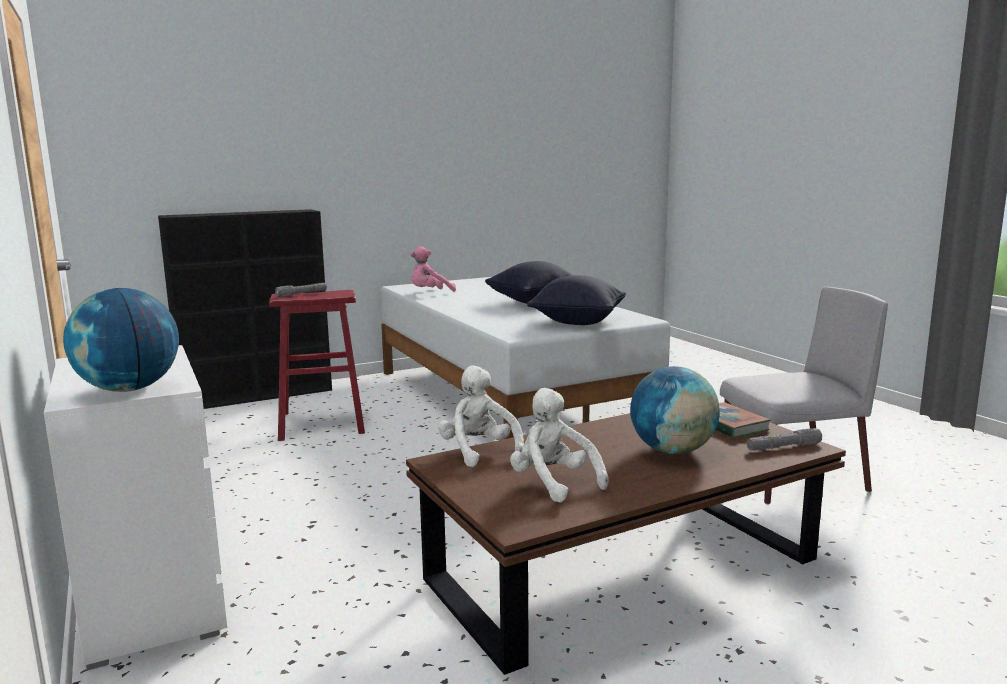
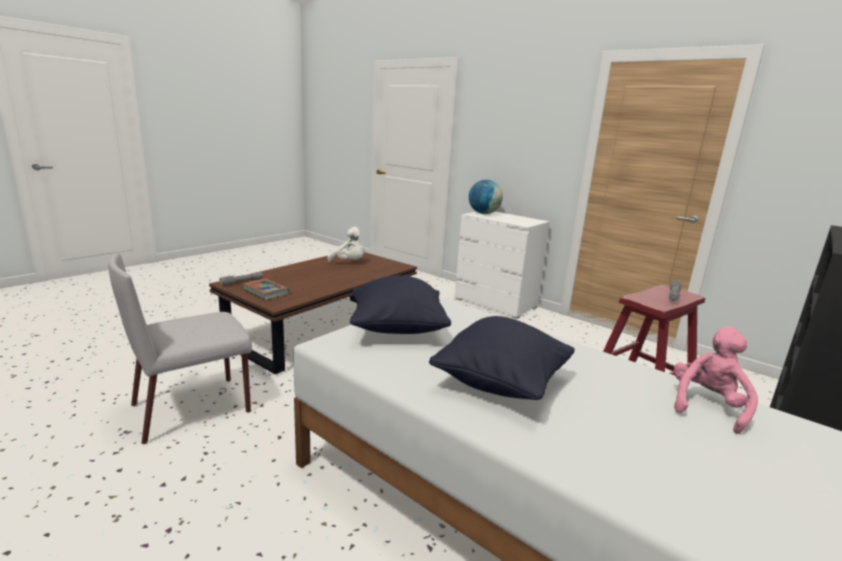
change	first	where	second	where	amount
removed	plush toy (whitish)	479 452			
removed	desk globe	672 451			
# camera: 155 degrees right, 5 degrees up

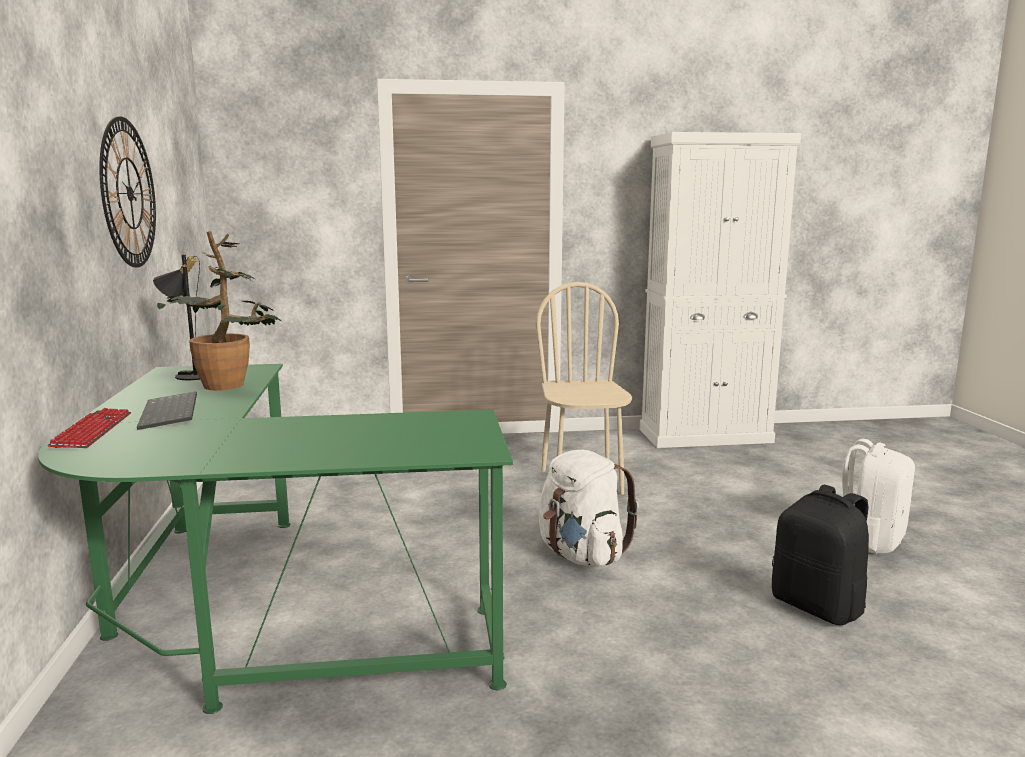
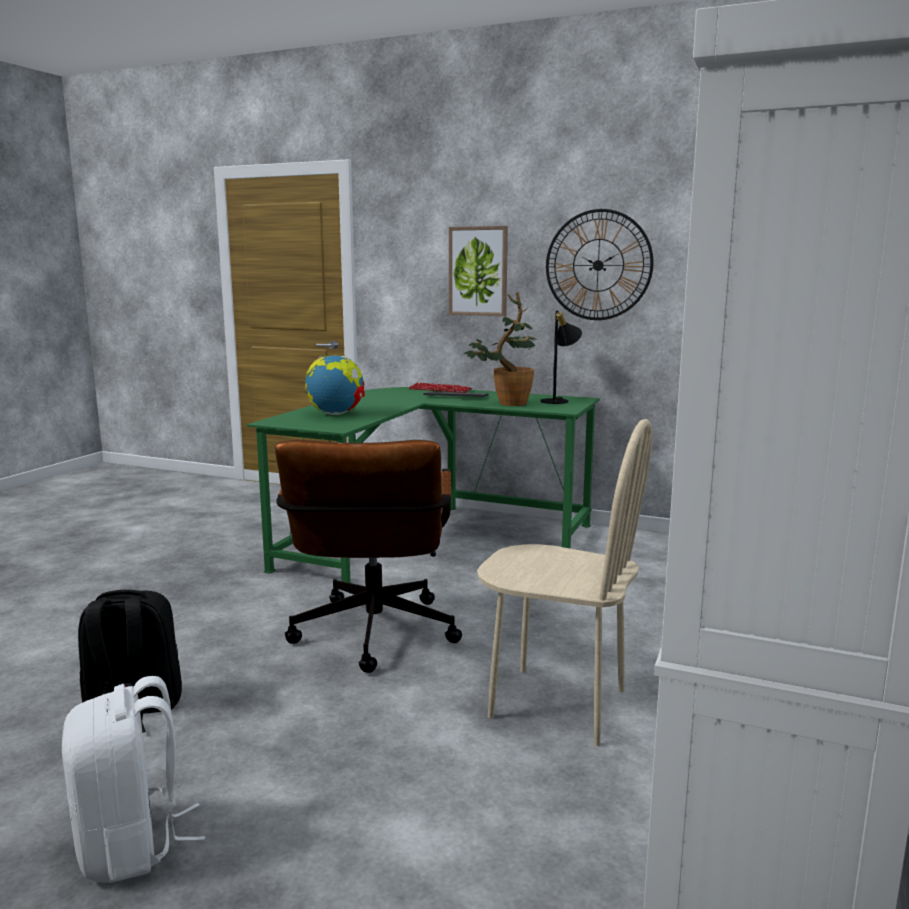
change	first	where	second	where	amount
replaced	knapsack (whitish)	581 555	office chair (brown)	373 639	
added			wall art	478 271	
added			desk globe	336 414	
# camera: 120 degrees right, 0 degrees up

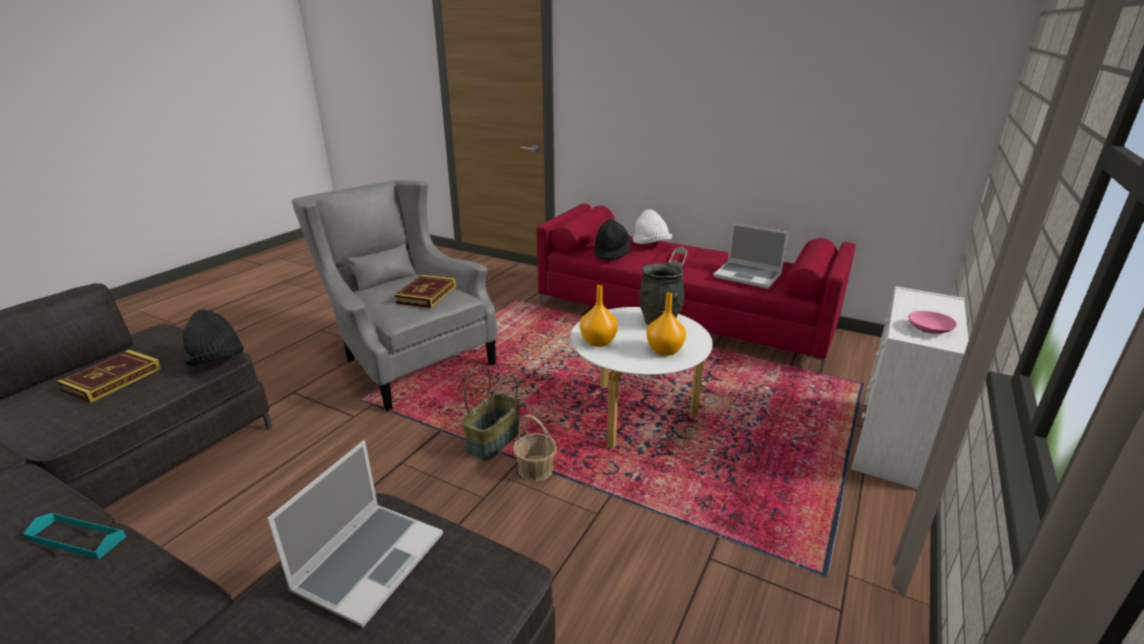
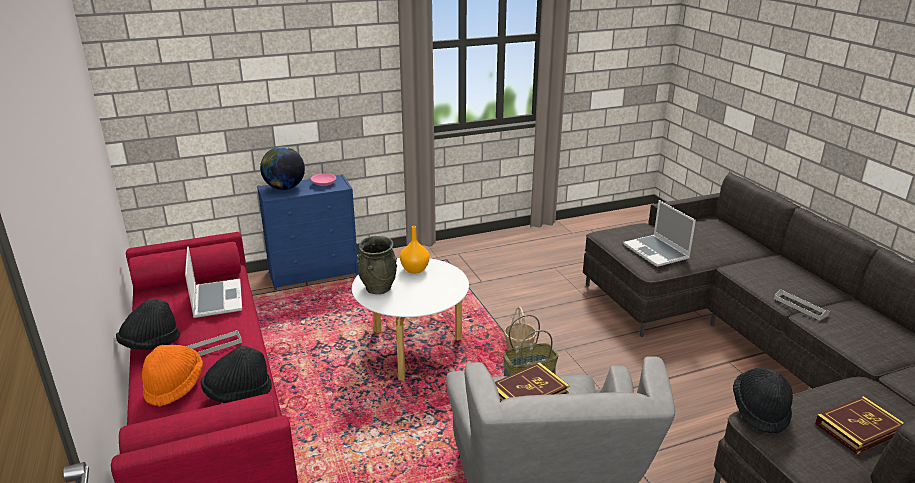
change	first	where	second	where	amount
recoloured	clothing hat (whitish)	651 245	clothing hat (orangey)	174 386	
removed	flower vase (orangey)	599 342			
recoloured	chest of drawers (whitish)	890 443	chest of drawers (blue-coloured)	314 272	
turned	notebook computer	369 561		657 252	90 degrees counterclockwise
recoloured	carrying tray (blue-green)	76 538	carrying tray (grey)	800 307	
added			desk globe	284 188	
added			clothing hat (black)	151 344	
# camera: 140 degrees left, 0 degrees up

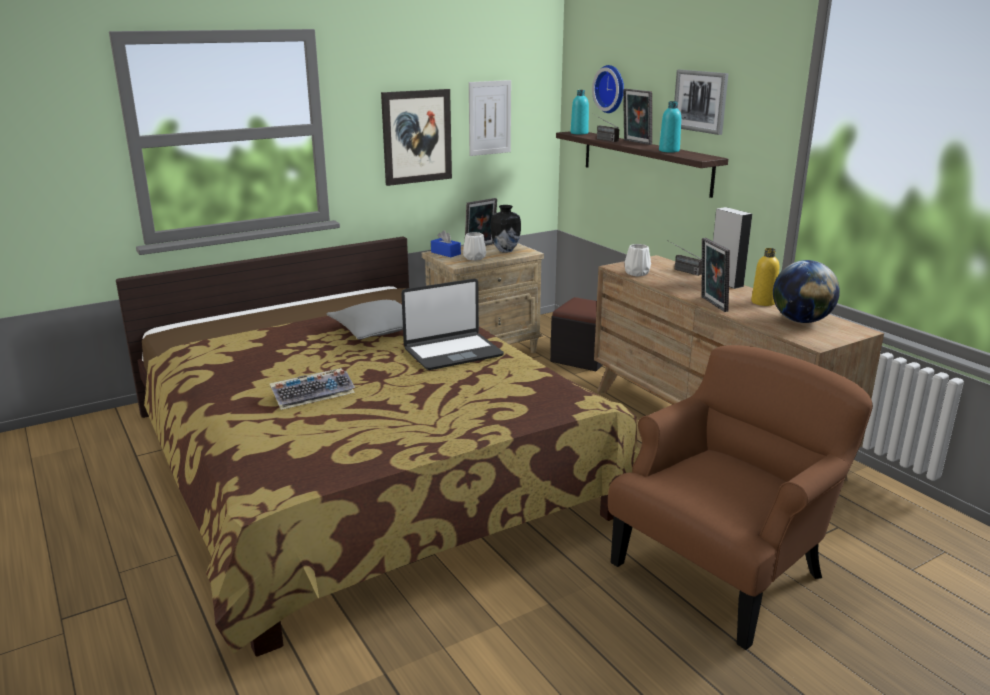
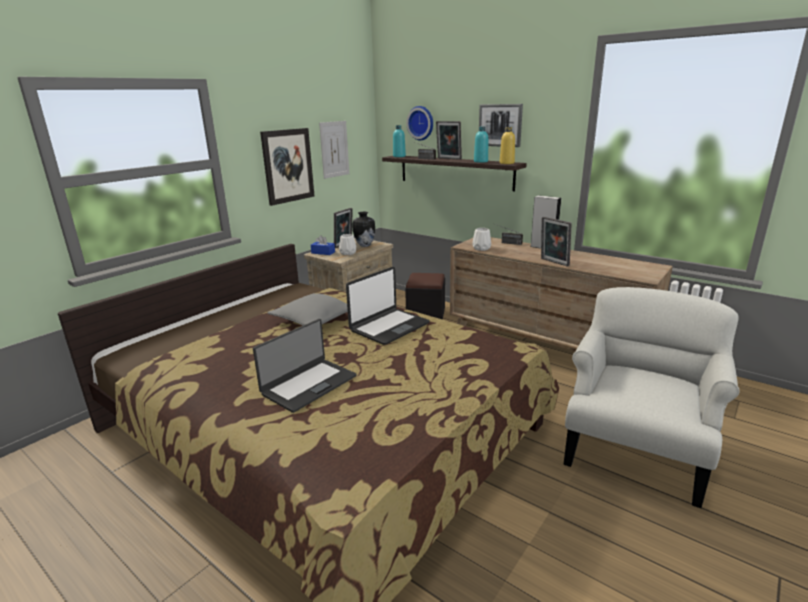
change	first	where	second	where	amount
moved	bottle (yellow)	763 302		506 163	
removed	desk globe	801 321			
recoloured	armchair (brown)	723 569	armchair (whitish)	635 449	
replaced	computer keyboard	313 394	notebook computer	308 384	
# camera: 20 degrees left, 0 degrees up

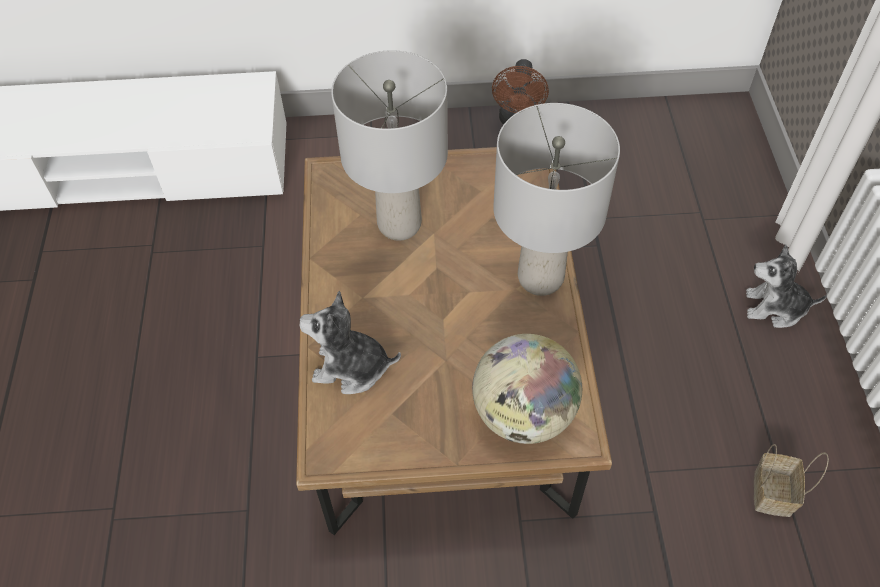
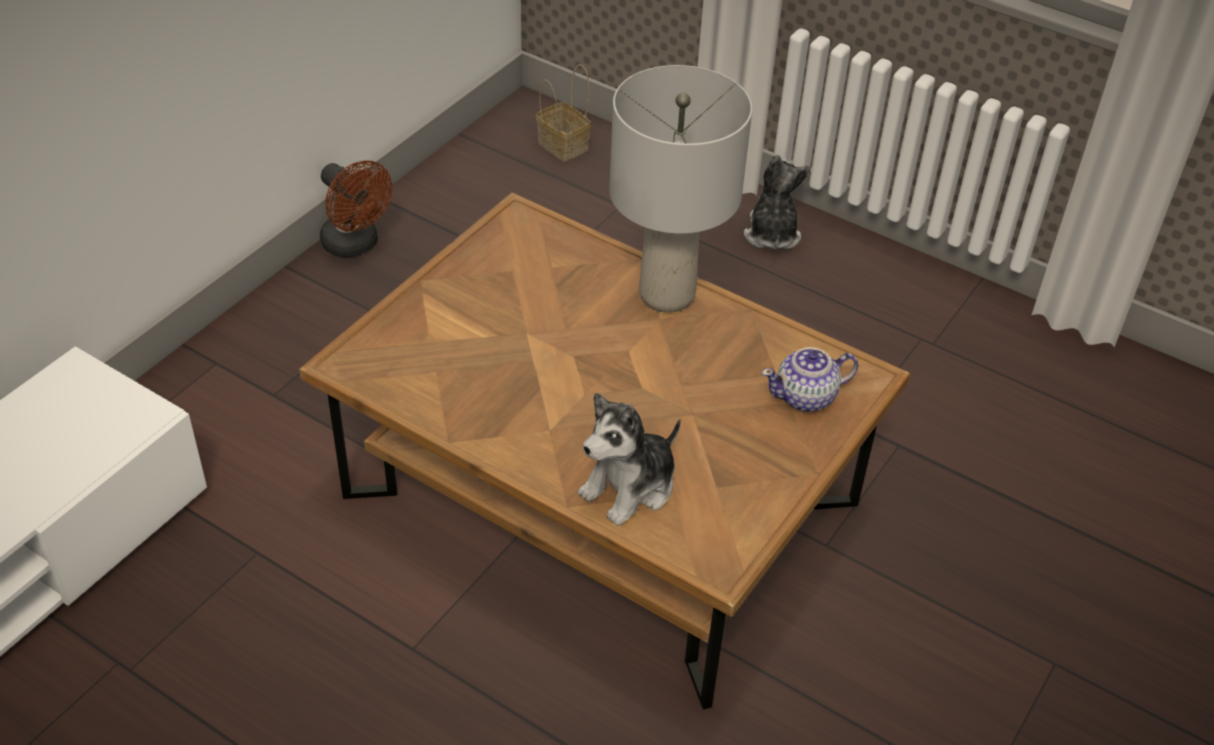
change	first	where	second	where	amount
removed	lamp for a table (grey)	399 224			
turned	plush toy	775 308		771 234	135 degrees clockwise
replaced	desk globe	523 414	teapot	806 397	
moved	basket	773 494		564 146	
# camera: 55 degrees left, 10 degrees down

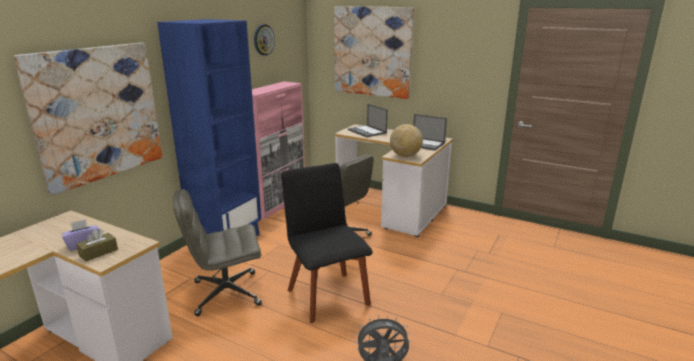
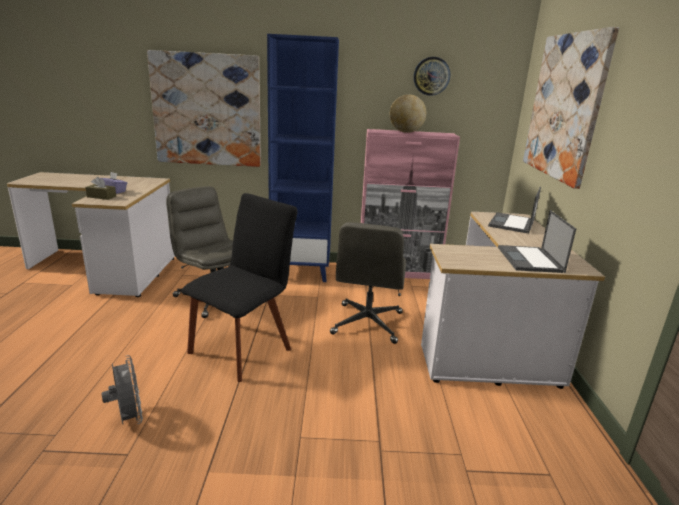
change	first	where	second	where	amount
moved	desk globe	405 156		406 132	
# camera: 60 degrees right, 0 degrees up

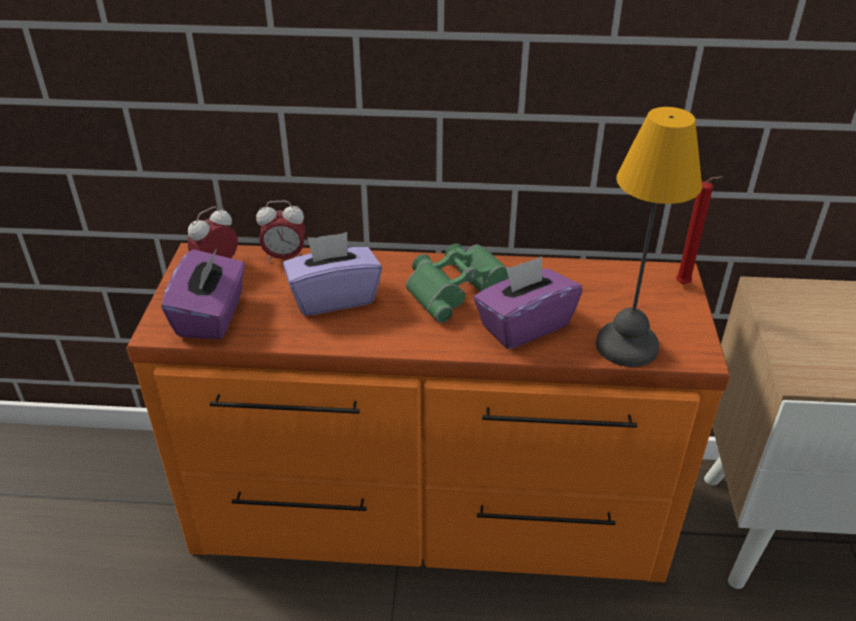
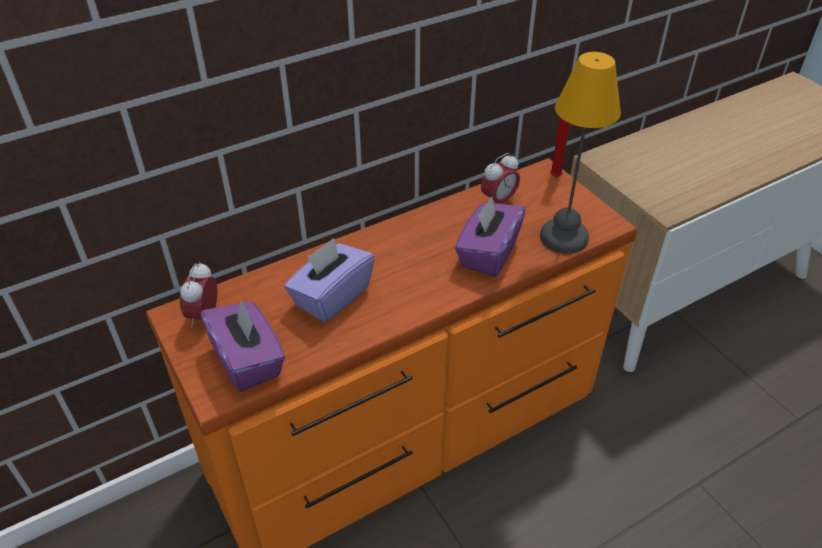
change	first	where	second	where	amount
moved	table clock	285 257		498 201	
removed	pair of binoculars (green)	458 286			
# camera: 35 degrees left, 5 degrees up

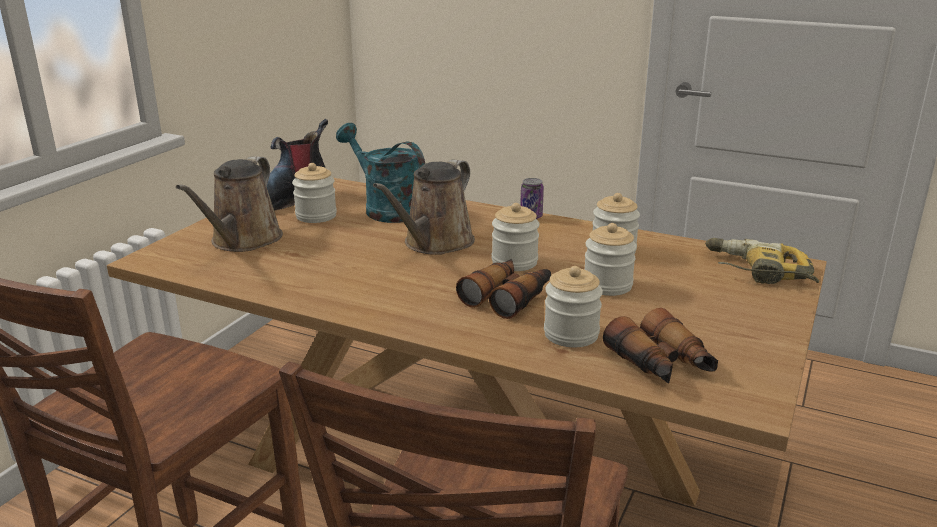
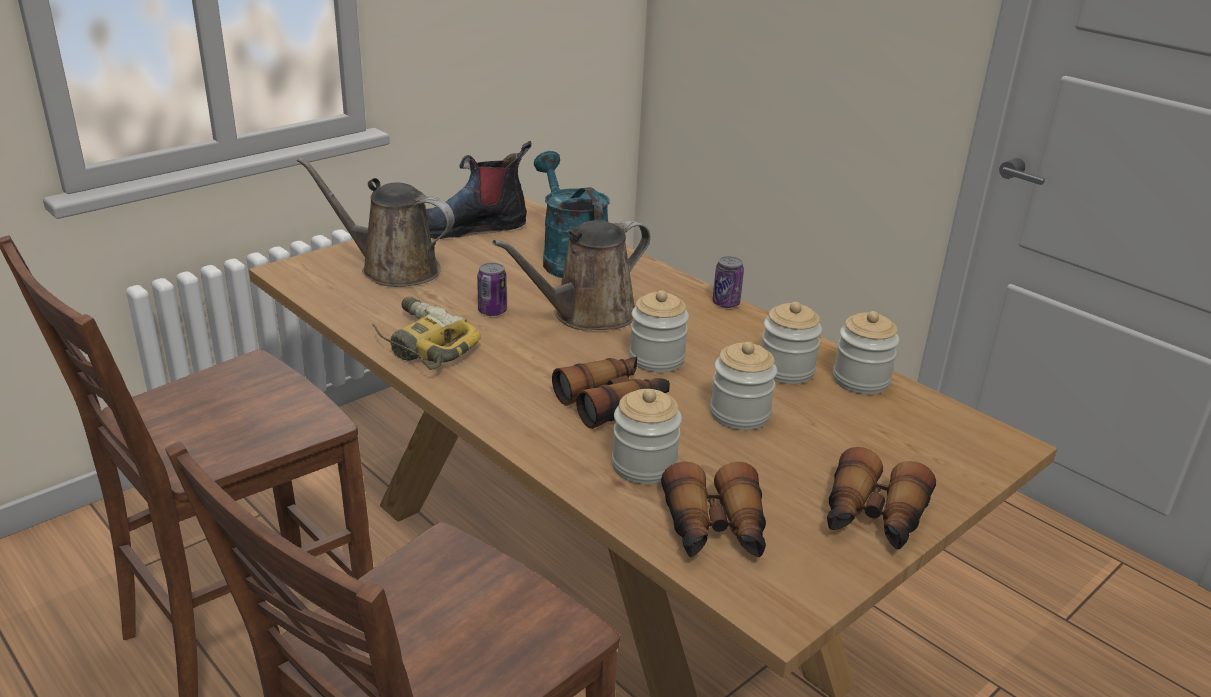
change	first	where	second	where	amount
turned	watering can (brown)	243 241		393 269	75 degrees clockwise
moved	storage jar	316 216		860 380	
moved	power drill	757 272		420 345	
added			metal can	492 311	
added			pair of binoculars	872 519	
# camera: 20 degrees right, 5 degrees up

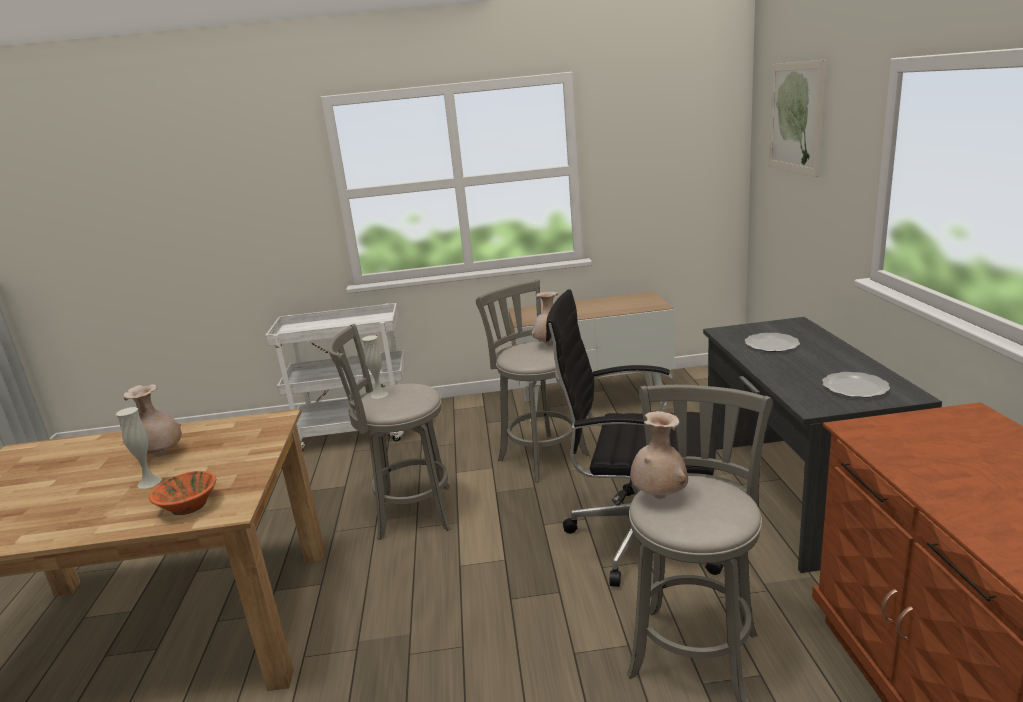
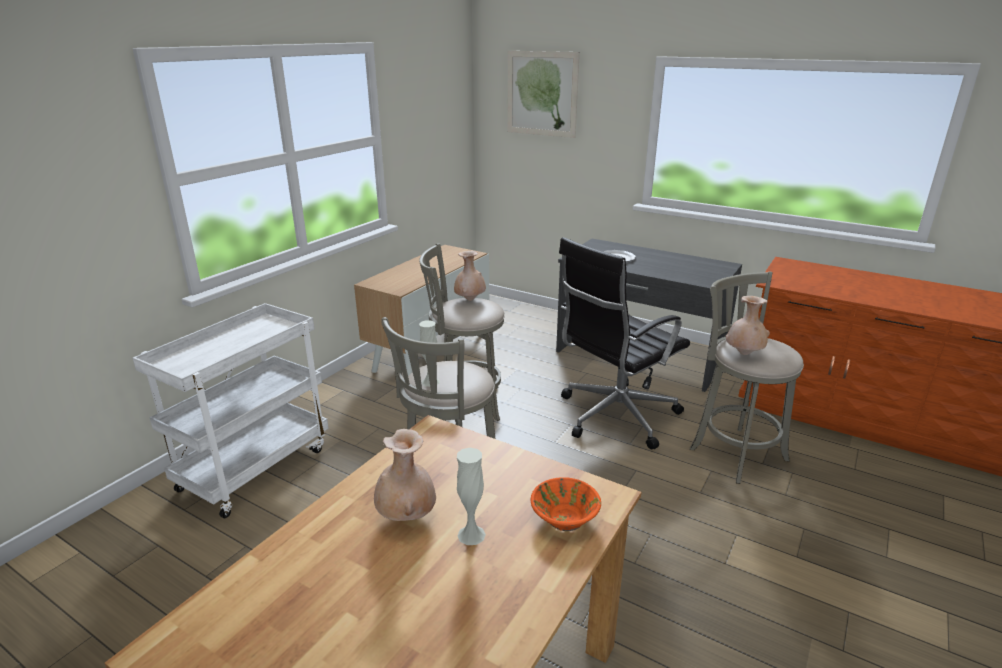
change	first	where	second	where	amount
removed	dinner plate	856 387			
# camera: 55 degrees left, 5 degrees up

